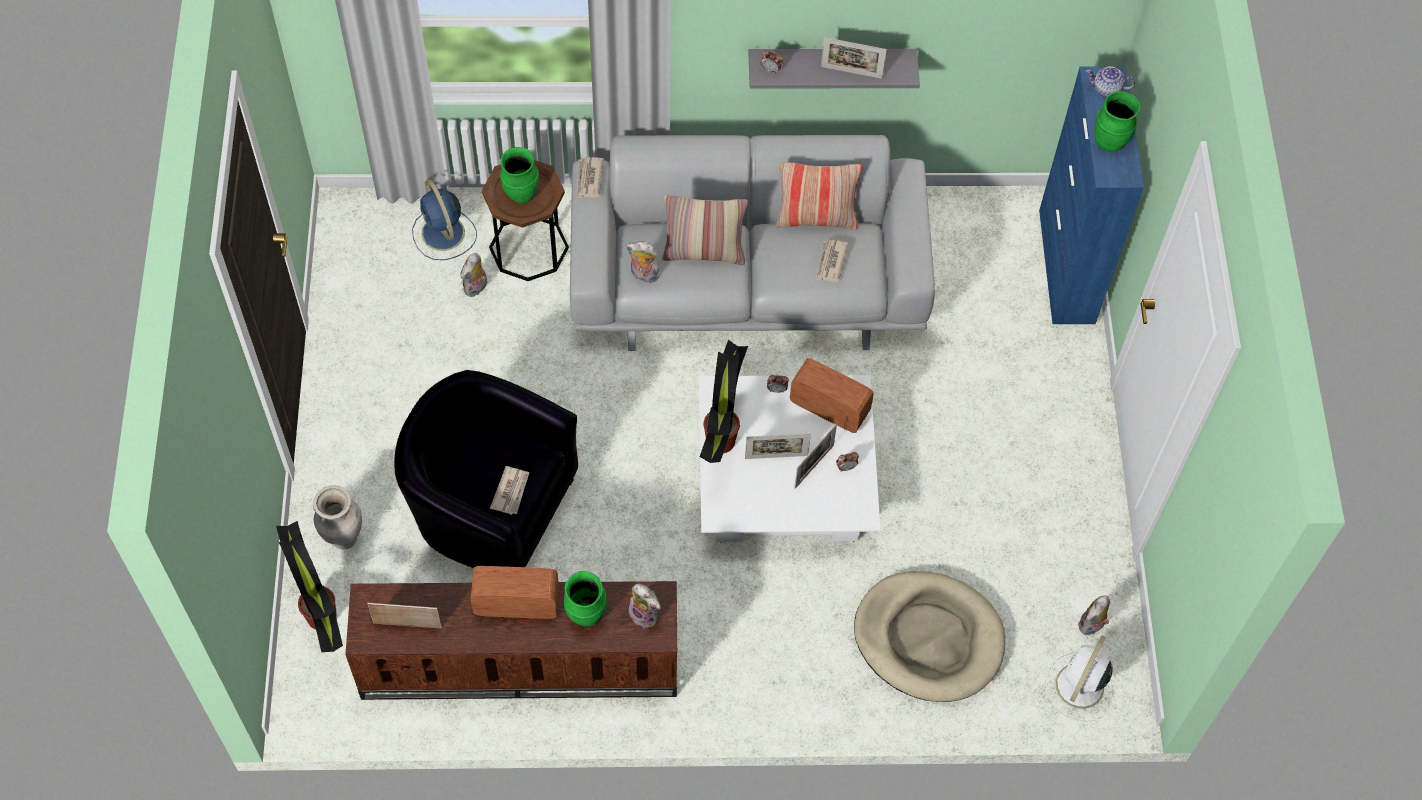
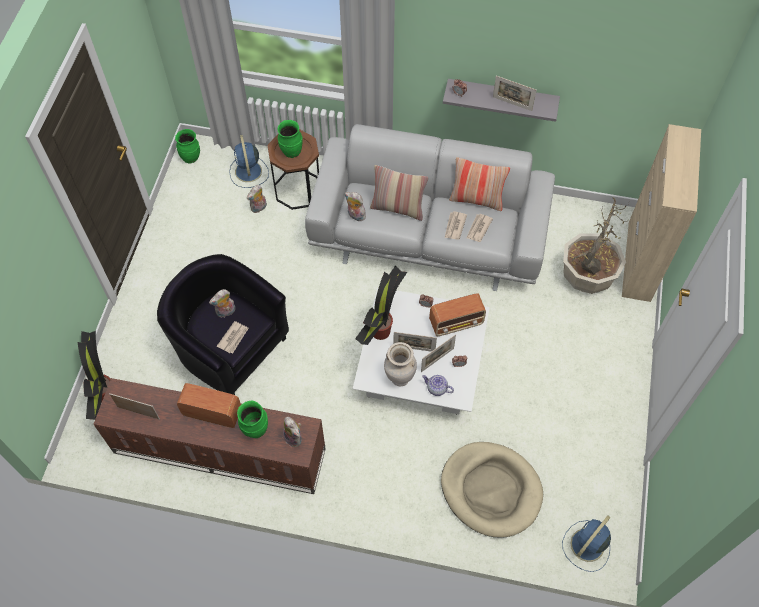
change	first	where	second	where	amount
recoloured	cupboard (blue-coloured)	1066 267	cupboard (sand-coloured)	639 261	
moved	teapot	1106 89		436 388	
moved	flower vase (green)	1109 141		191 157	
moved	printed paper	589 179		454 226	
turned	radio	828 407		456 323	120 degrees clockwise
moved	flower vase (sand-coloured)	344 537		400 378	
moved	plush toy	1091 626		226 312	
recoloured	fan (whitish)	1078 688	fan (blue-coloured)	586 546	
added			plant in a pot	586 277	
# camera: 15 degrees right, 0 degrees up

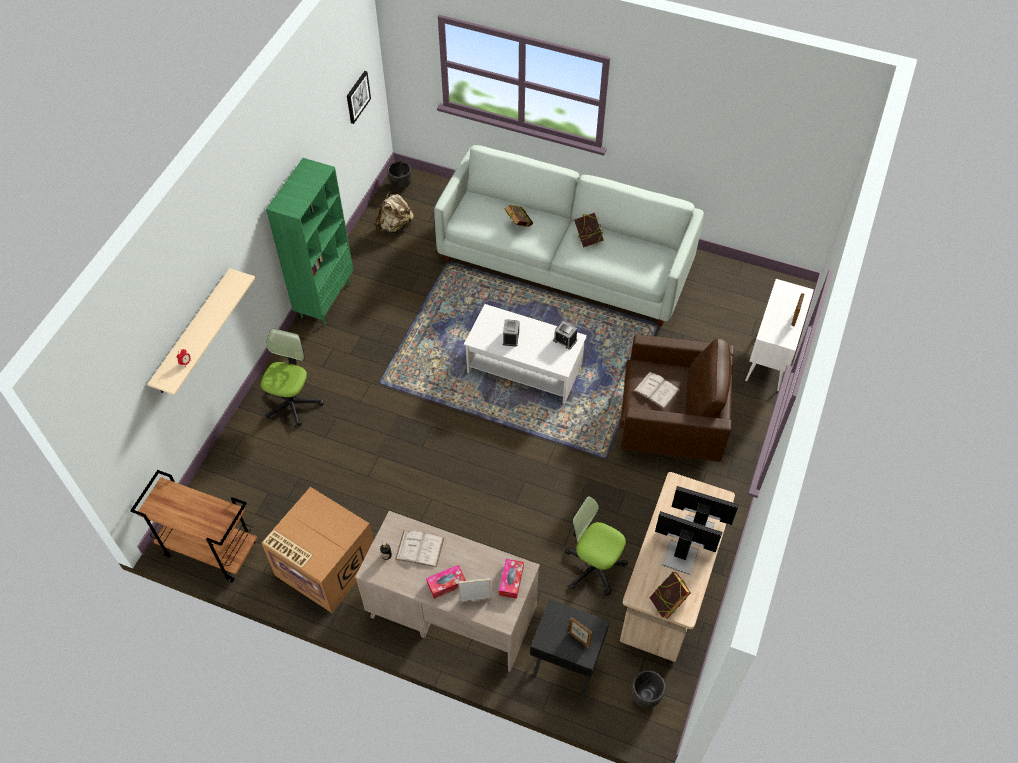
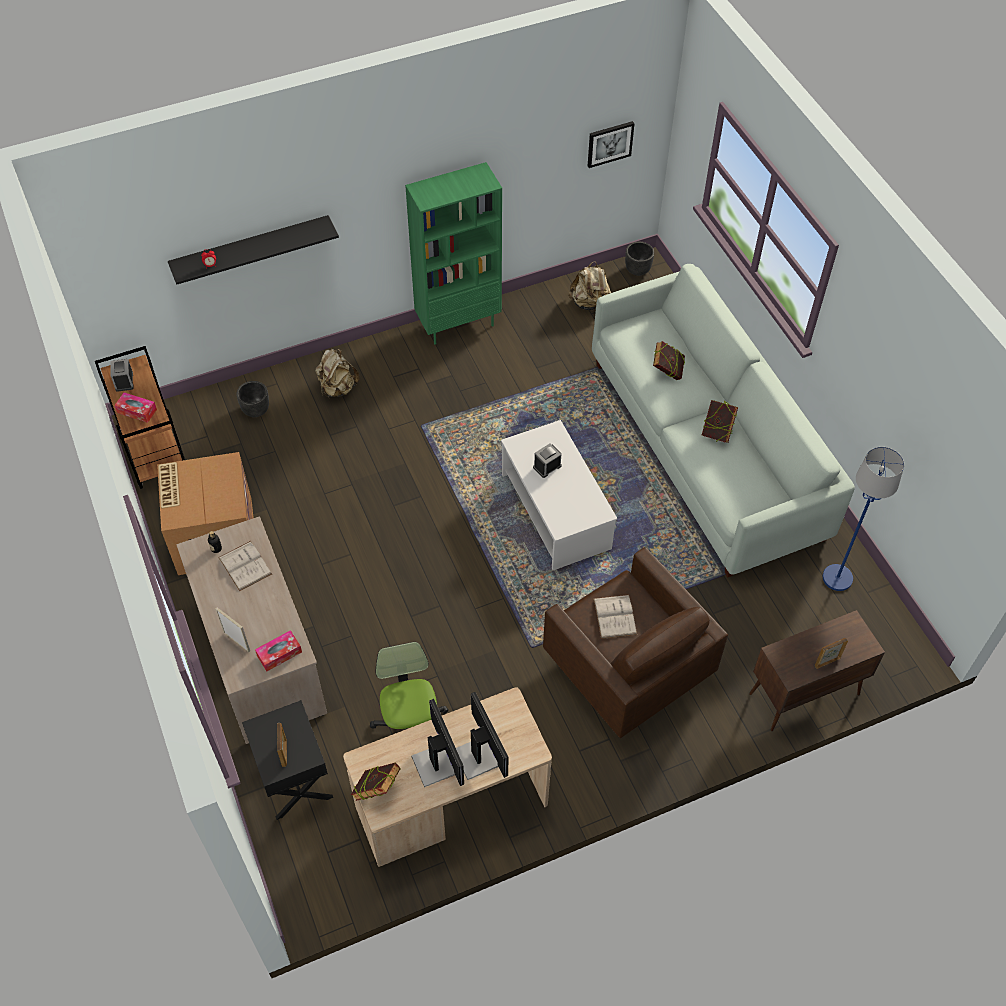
change	first	where	second	where	amount
recoloured	bracket shelf (sand-coloured)	193 332	bracket shelf (black)	251 249	
recoloured	cupboard (whitish)	770 357	cupboard (brown)	803 694	
moved	table clock	565 340		124 381	
replaced	office chair	293 403	knapsack (sand-coloured)	337 388	
moved	tissue box	446 584		137 411	
moved	plant pot (black)	646 696		255 410	
added			floor lamp (blue-coloured)	837 578	
# camera: 45 degrees right, 0 degrees up

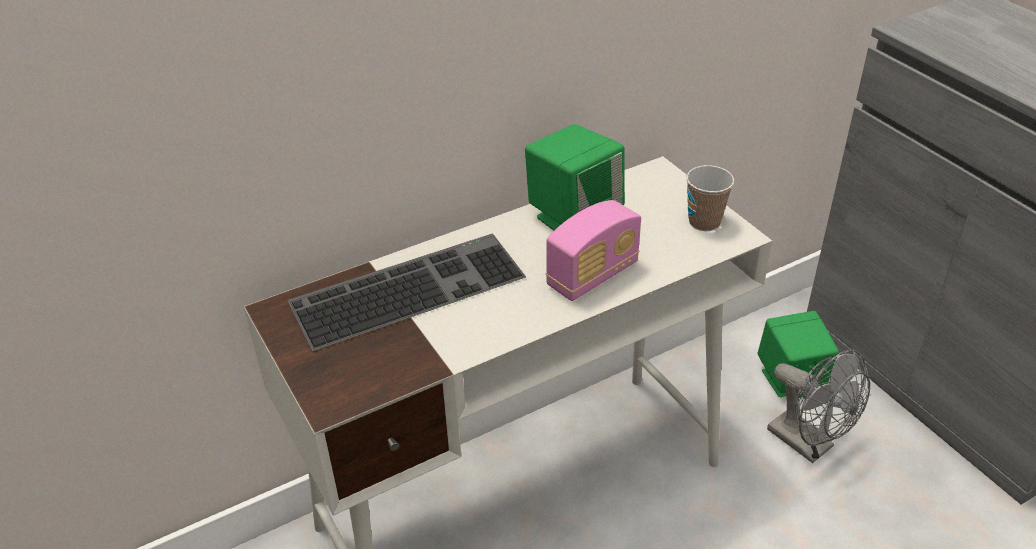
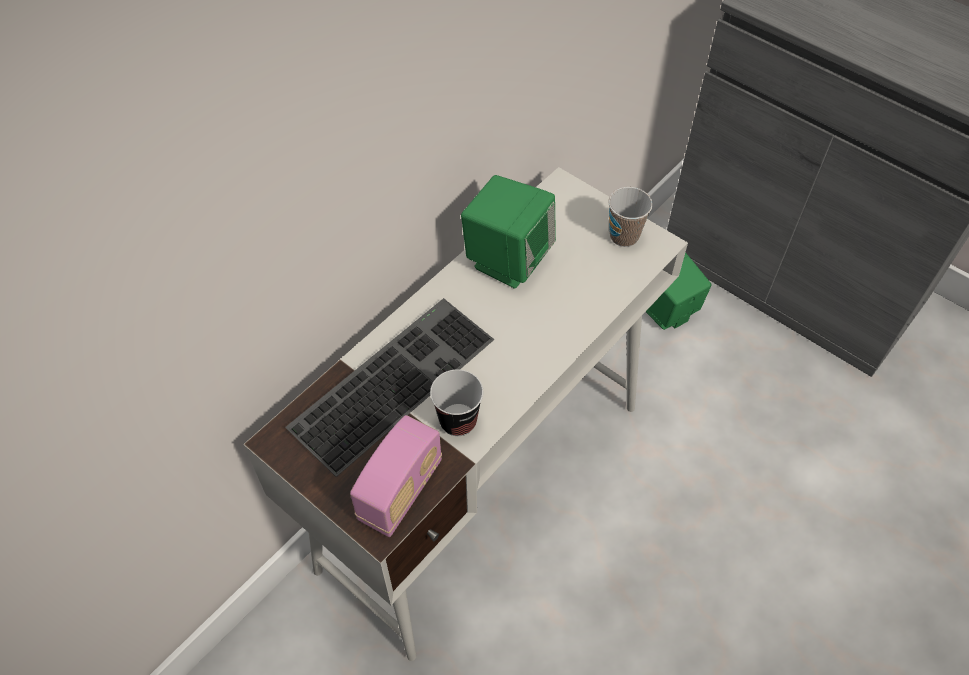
change	first	where	second	where	amount
moved	radio	592 275		400 491	
removed	fan (grey)	808 444			
added			drinking cup	458 421	
# camera: 20 degrees left, 15 degrees up

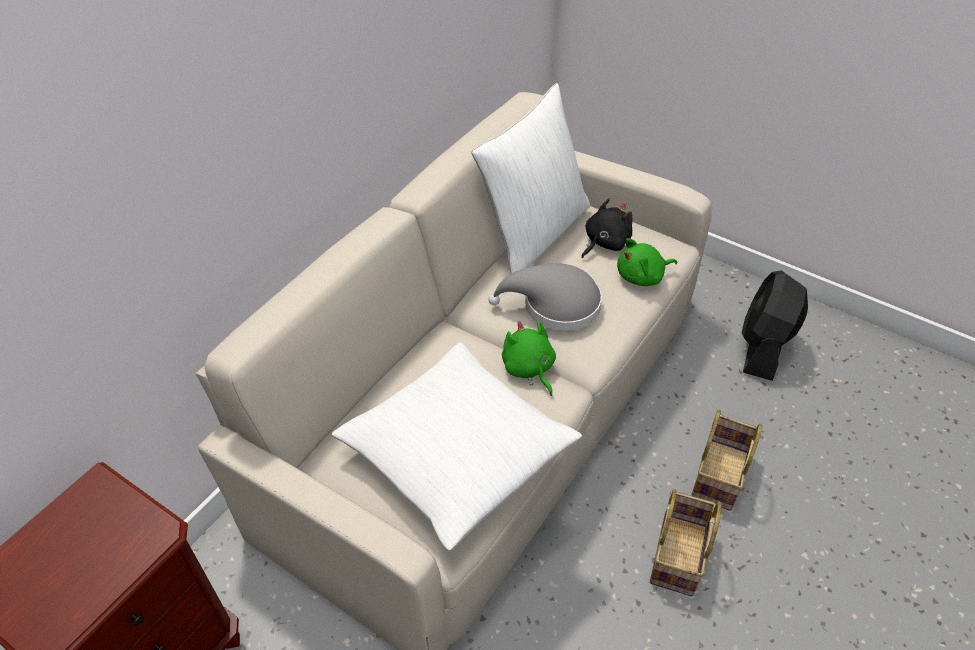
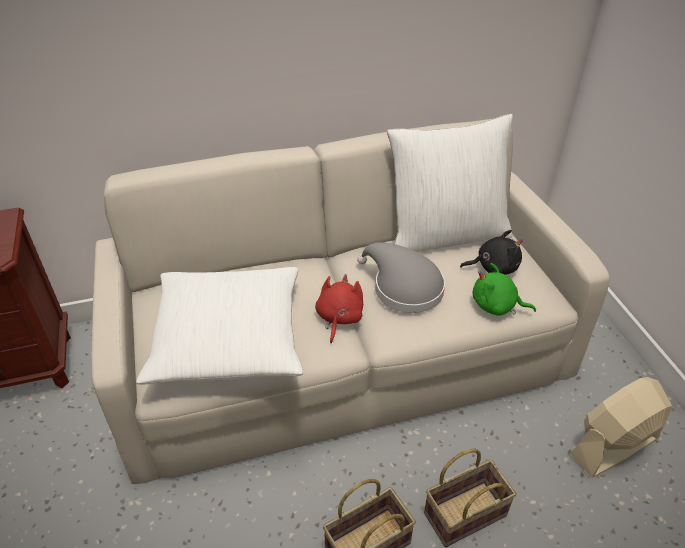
change	first	where	second	where	amount
recoloured	fan (black)	763 346	fan (sand-coloured)	613 446	
recoloured	plush toy (green)	529 369	plush toy (reddish)	338 318	
# camera: 40 degrees right, 5 degrees down

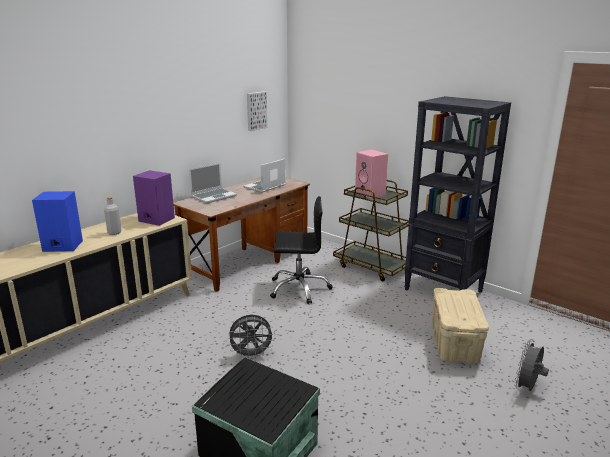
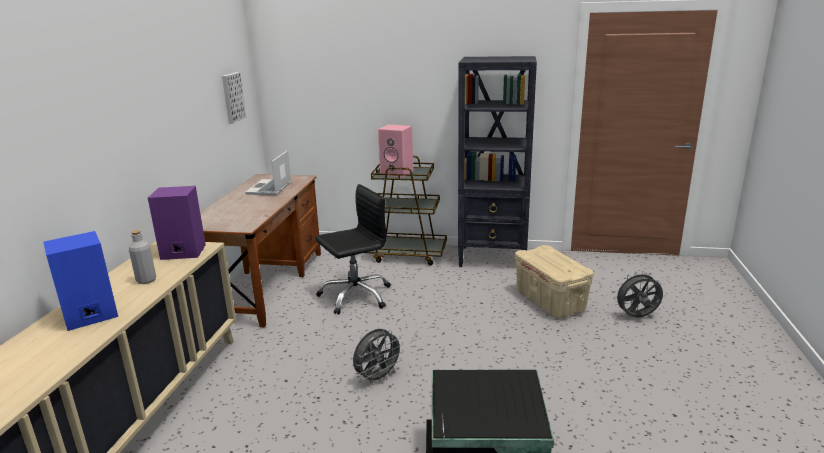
change	first	where	second	where	amount
removed	notebook computer	214 196			
turned	fan (grey)	527 388		637 317	75 degrees clockwise
# camera: 30 degrees left, 0 degrees up

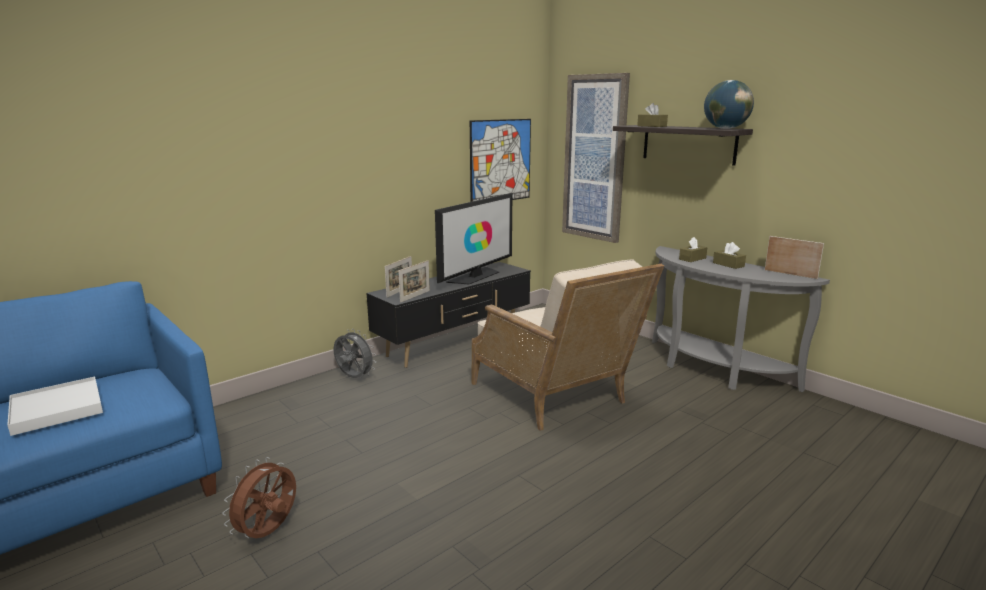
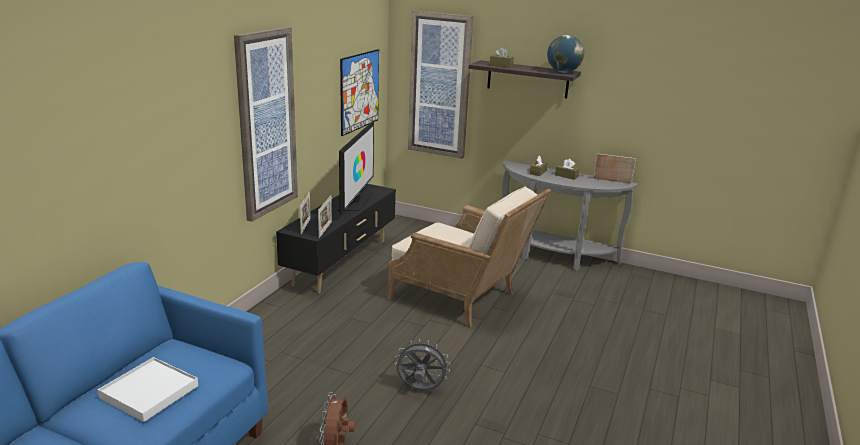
change	first	where	second	where	amount
moved	fan (grey)	354 378		420 390	
added			wall art	266 123	
# camera: 25 degrees left, 5 degrees up

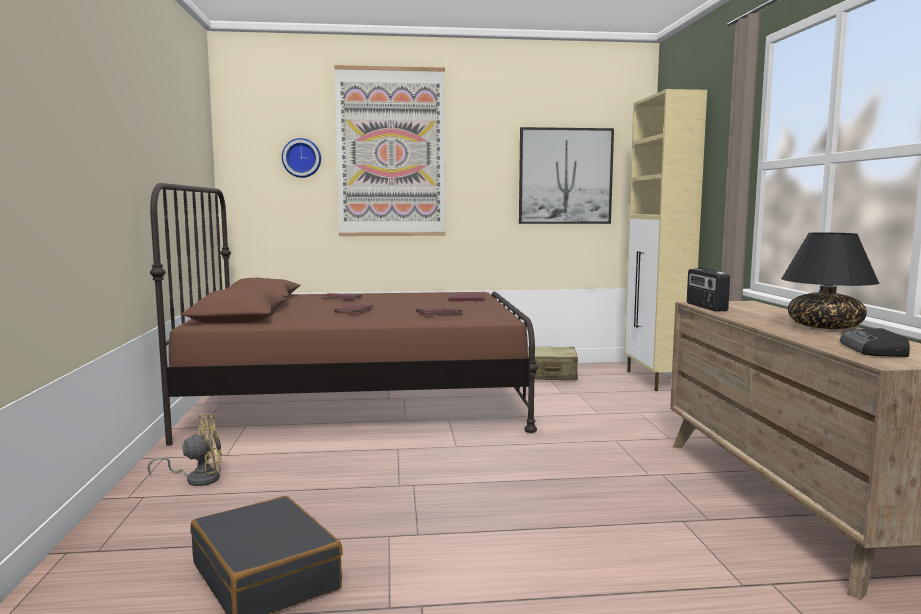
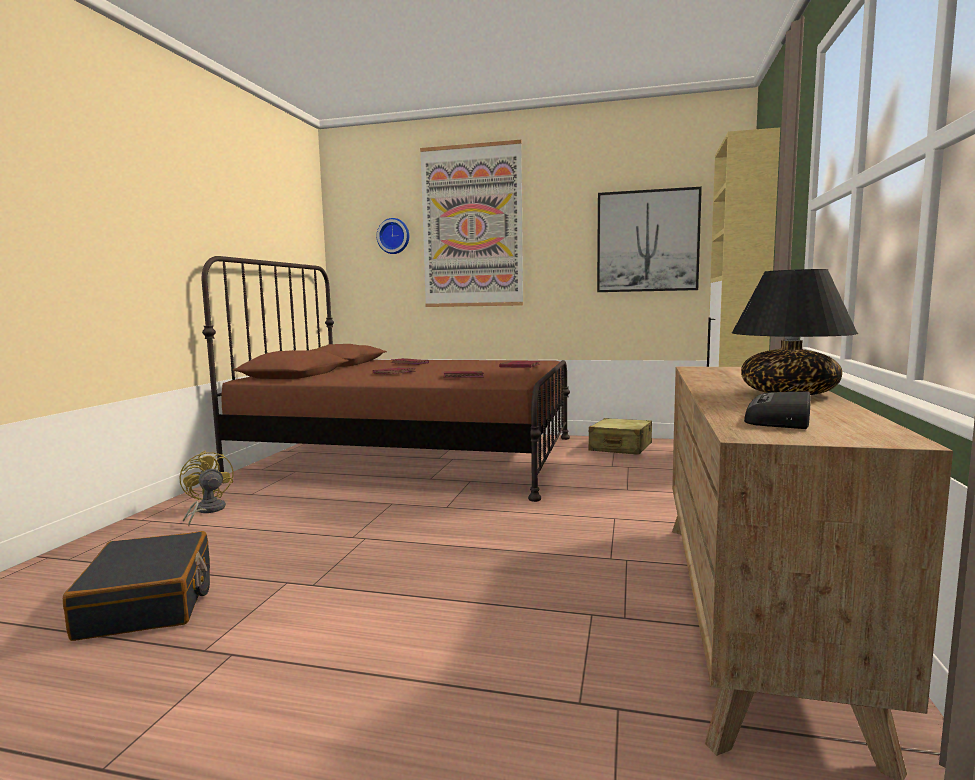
change	first	where	second	where	amount
removed	radio	705 307			
turned	fan (yellow)	197 478		206 511	120 degrees counterclockwise
# camera: 20 degrees right, 0 degrees up

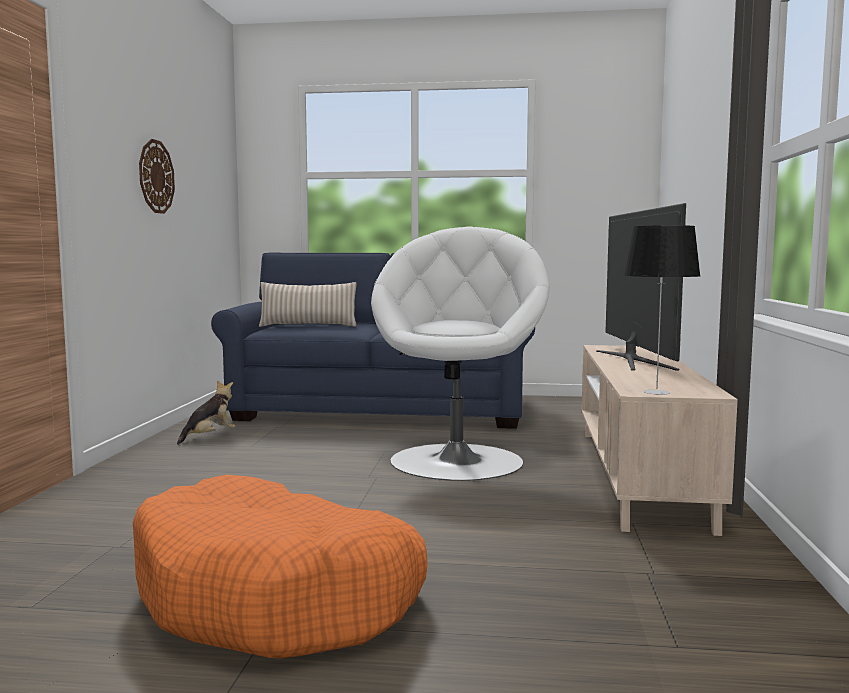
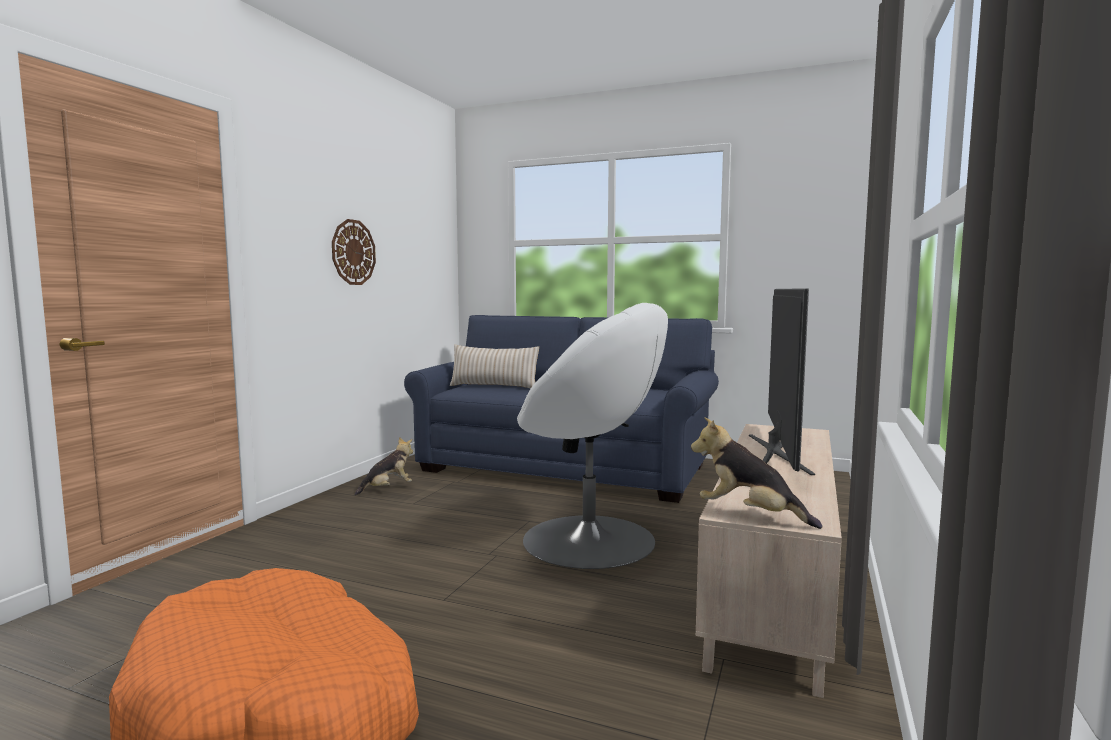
change	first	where	second	where	amount
replaced	lamp for a table	657 392	plush toy	749 515	
turned	armchair (whitish)	457 460		590 540	90 degrees clockwise
# camera: 15 degrees right, 0 degrees up

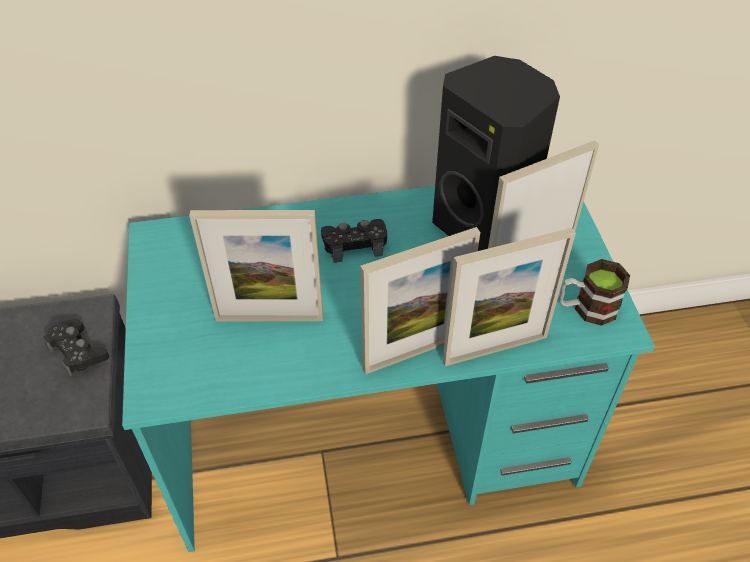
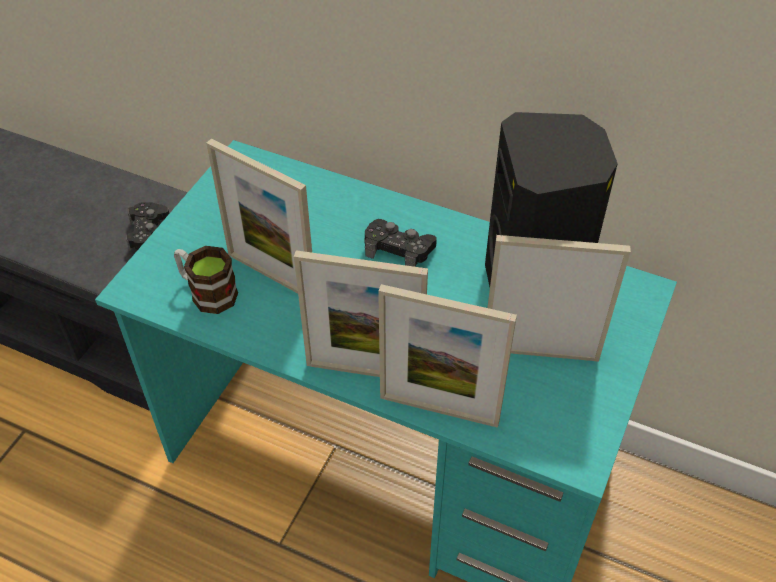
change	first	where	second	where	amount
moved	coffee mug	586 308		207 292	
# camera: 35 degrees right, 0 degrees up

